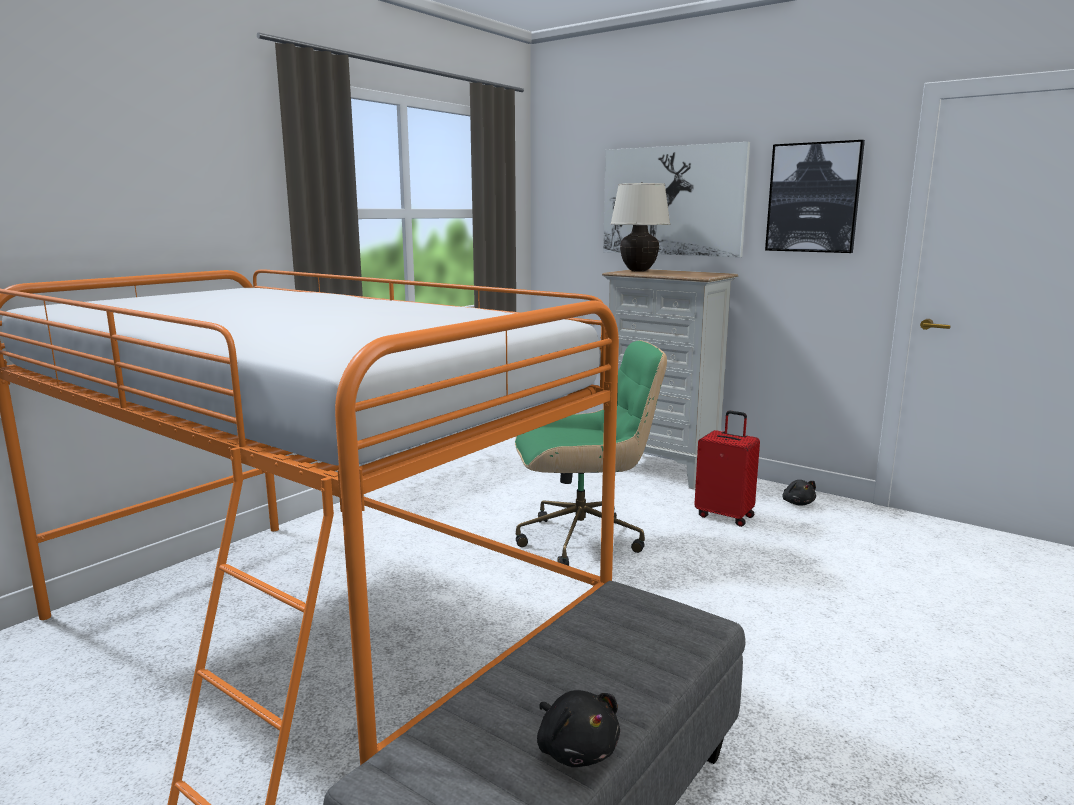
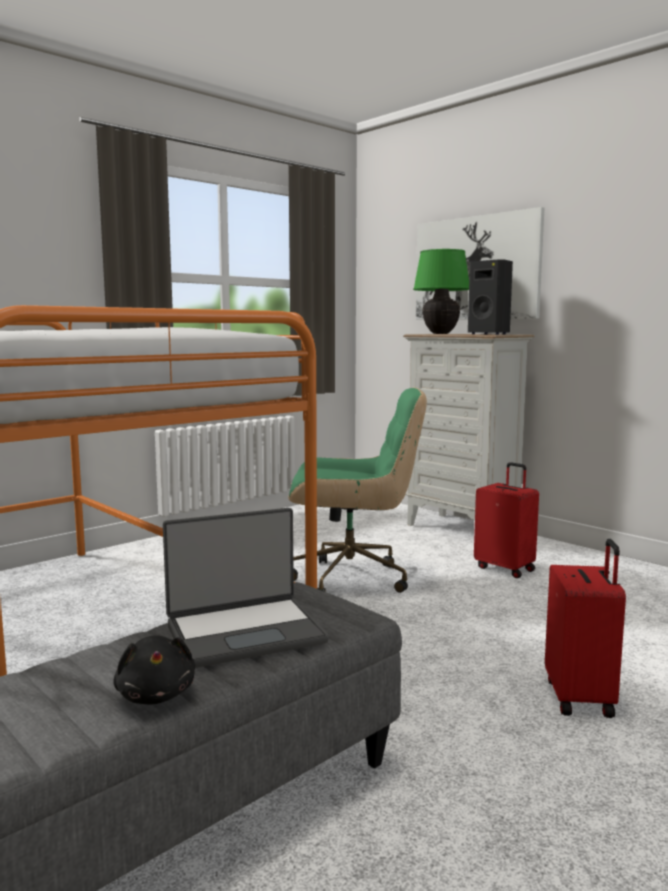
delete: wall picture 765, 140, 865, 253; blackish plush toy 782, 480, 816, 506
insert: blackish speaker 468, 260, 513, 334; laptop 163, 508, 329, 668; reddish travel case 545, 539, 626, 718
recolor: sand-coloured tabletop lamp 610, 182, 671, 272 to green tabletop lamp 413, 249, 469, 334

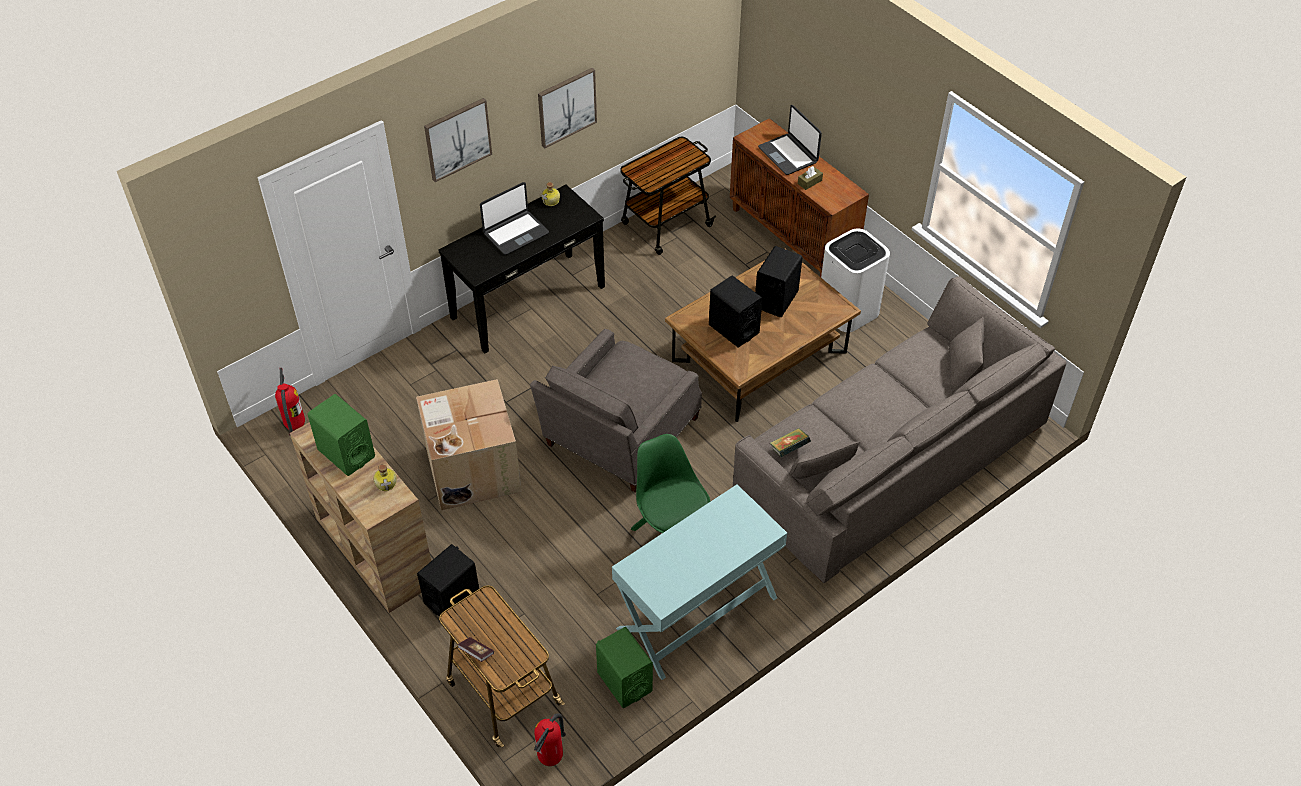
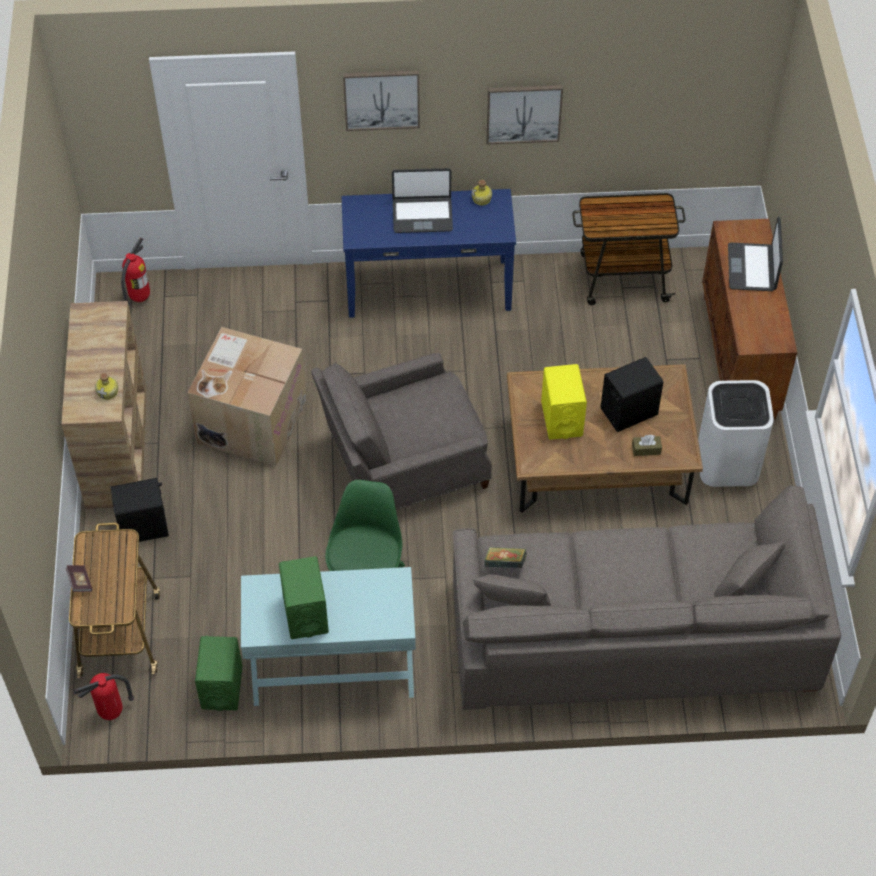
move: brownish tissue box 798, 166, 823, 190 to 632, 435, 662, 456; green speaker 307, 394, 375, 476 to 279, 556, 329, 639
recolor: blackish console table 438, 185, 605, 354 to blue console table 341, 189, 516, 318; blackish speaker 709, 275, 763, 348 to yellow speaker 541, 364, 587, 440

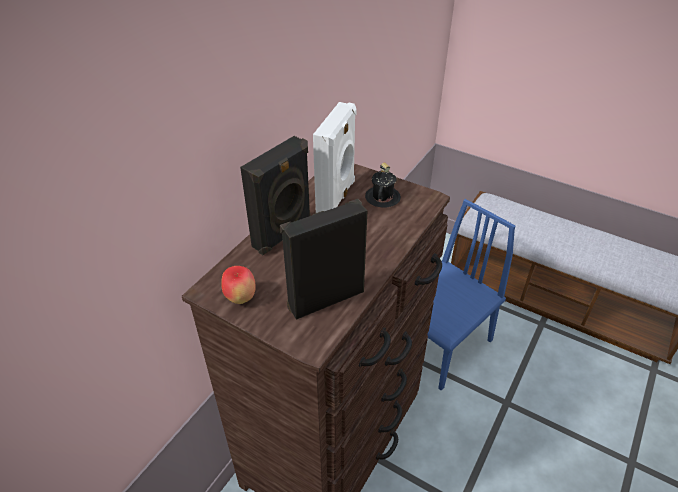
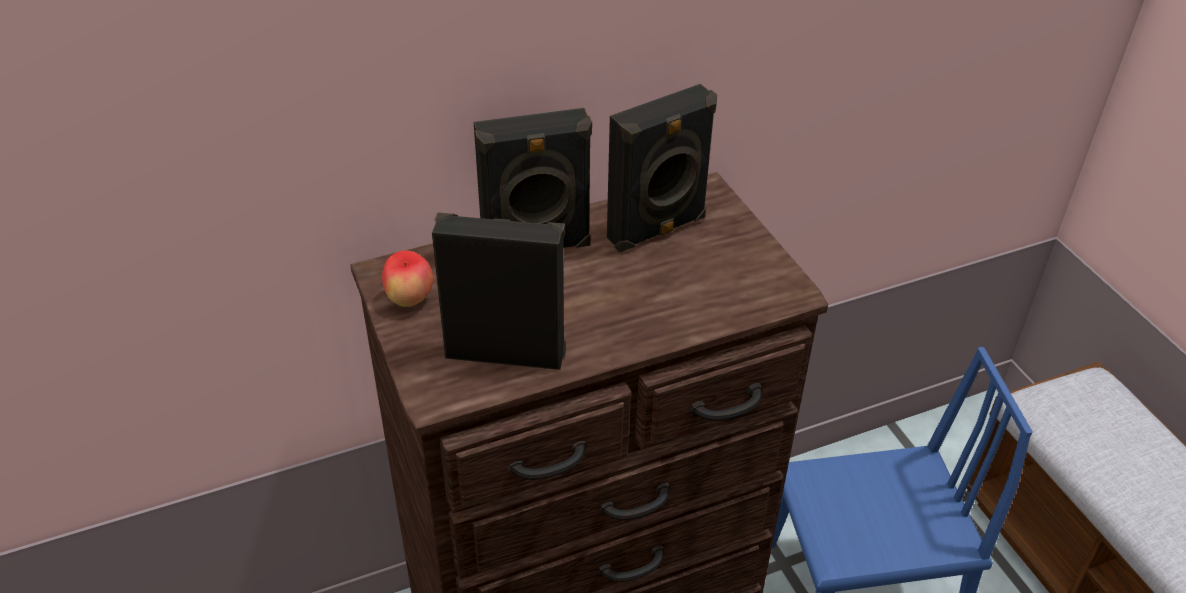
delete: blackish coffee mug 365, 162, 401, 208
recolor: white-coloured speaker 313, 102, 356, 213 to blackish speaker 607, 84, 718, 253

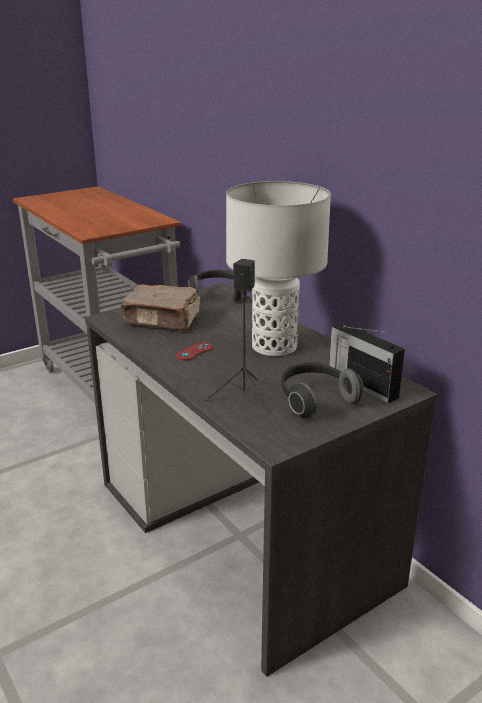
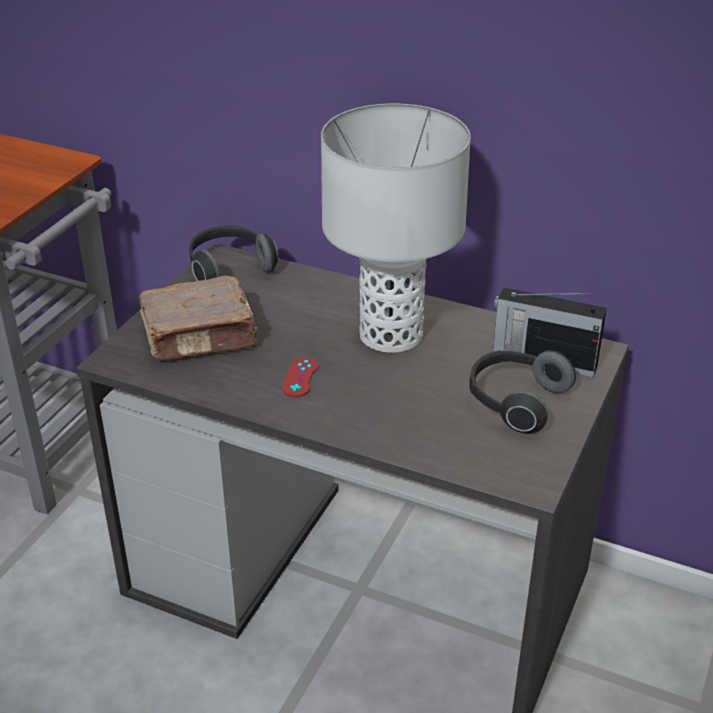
delete: blackish speaker 205, 259, 270, 414

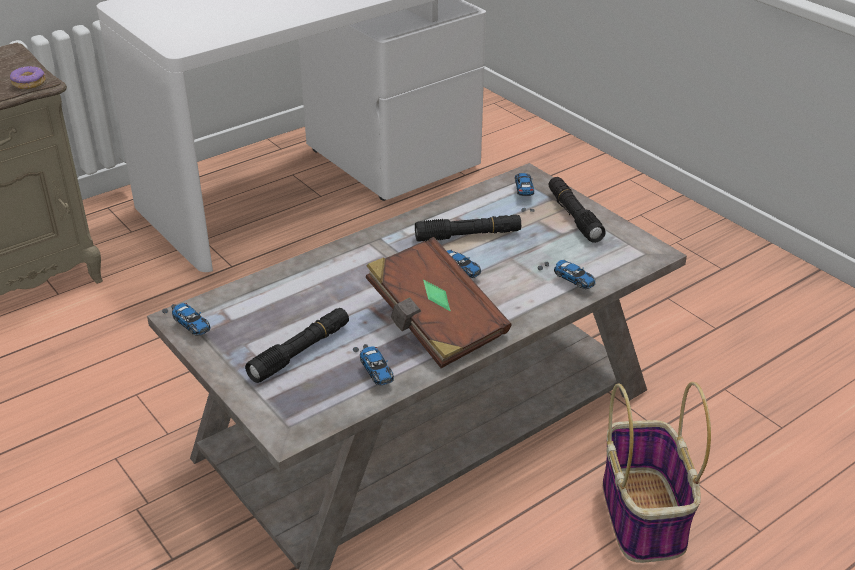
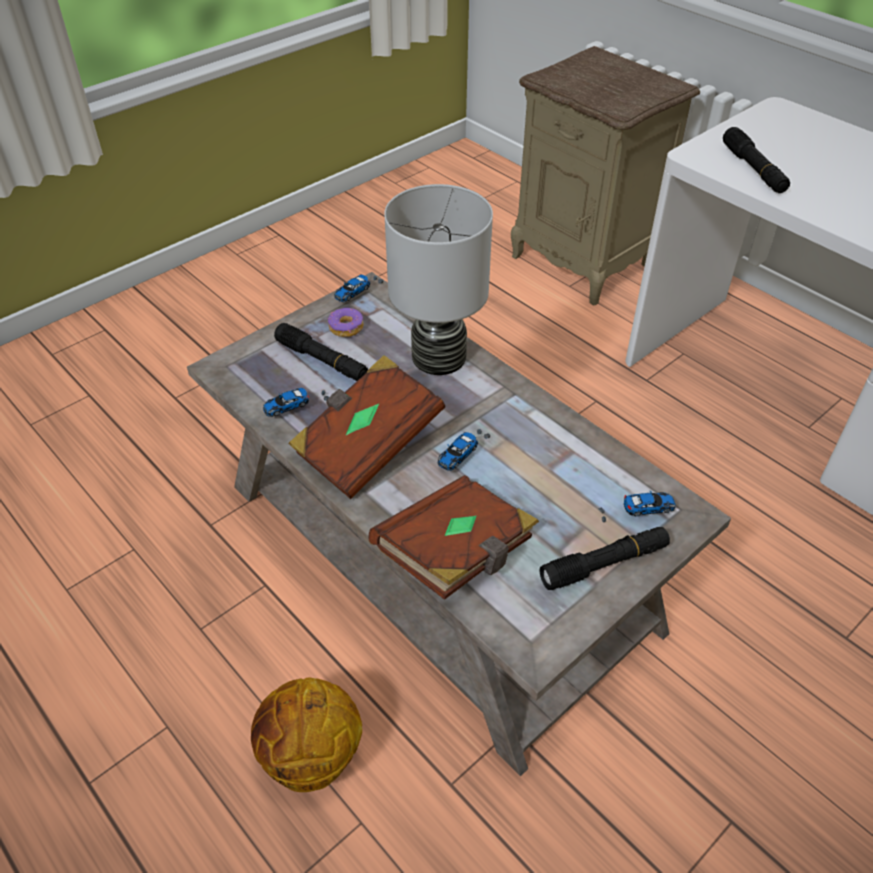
insert: greyish tabletop lamp 384, 184, 493, 375
move: donut 10, 66, 46, 89 to 328, 308, 363, 337; blackish torch 415, 215, 521, 242 to 723, 127, 790, 193
replace: model car 538, 260, 596, 289 to brownish volume 368, 475, 539, 600; basket 603, 382, 711, 563 to basketball ball 251, 677, 362, 792

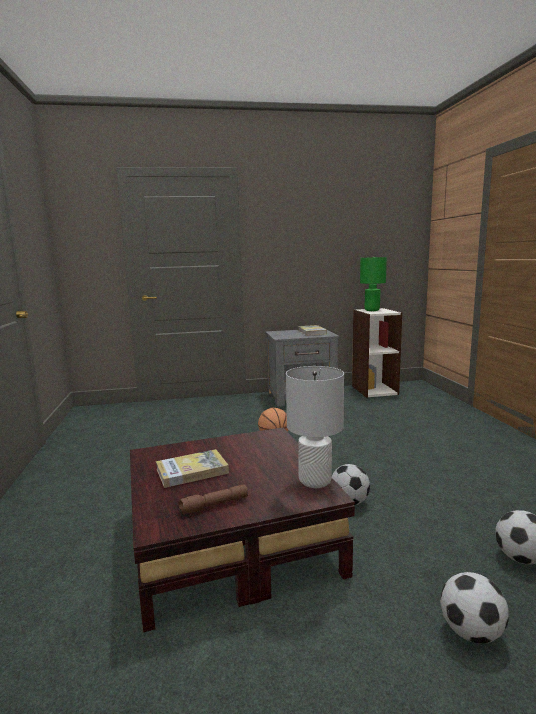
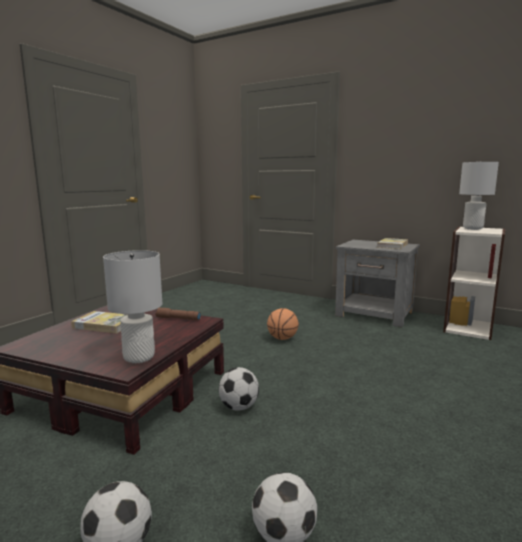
move: brownish torch 178, 485, 248, 514 to 155, 308, 201, 320
recolor: green tabletop lamp 360, 257, 387, 311 to greyish tabletop lamp 459, 161, 499, 230

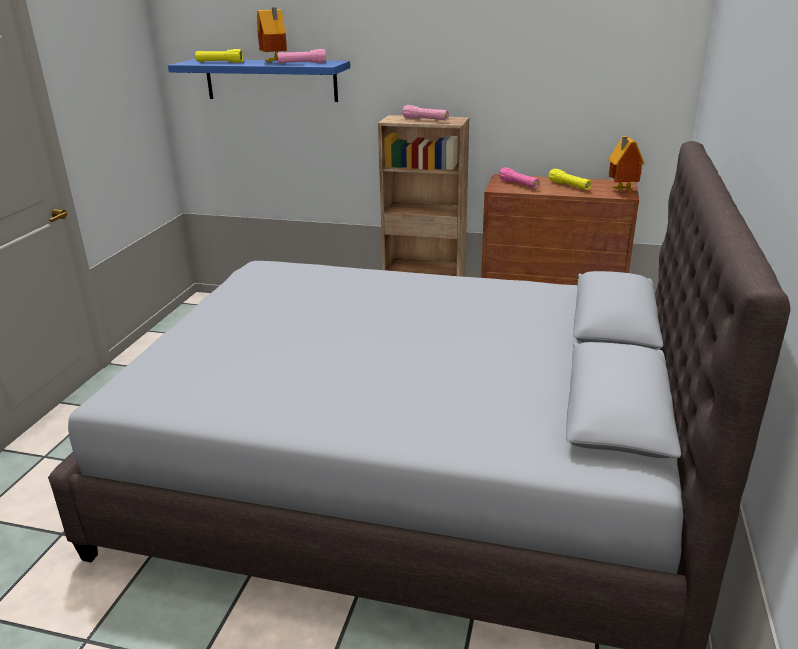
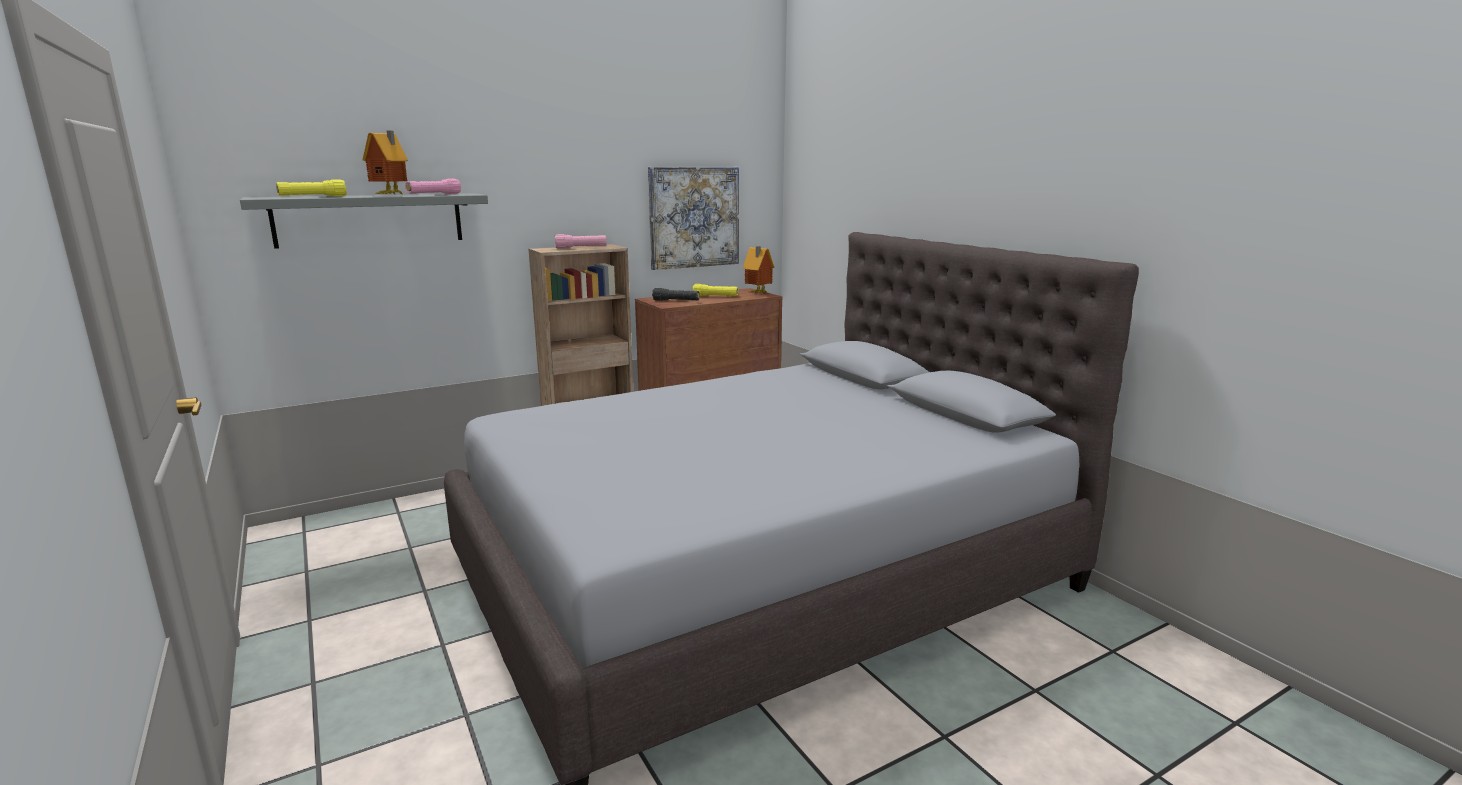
insert: wall picture 648, 167, 739, 270
recolor: blue wall shelf 168, 59, 350, 102 to greyish wall shelf 240, 193, 488, 249; pink-coloured torch 499, 168, 540, 188 to blackish torch 652, 288, 700, 301

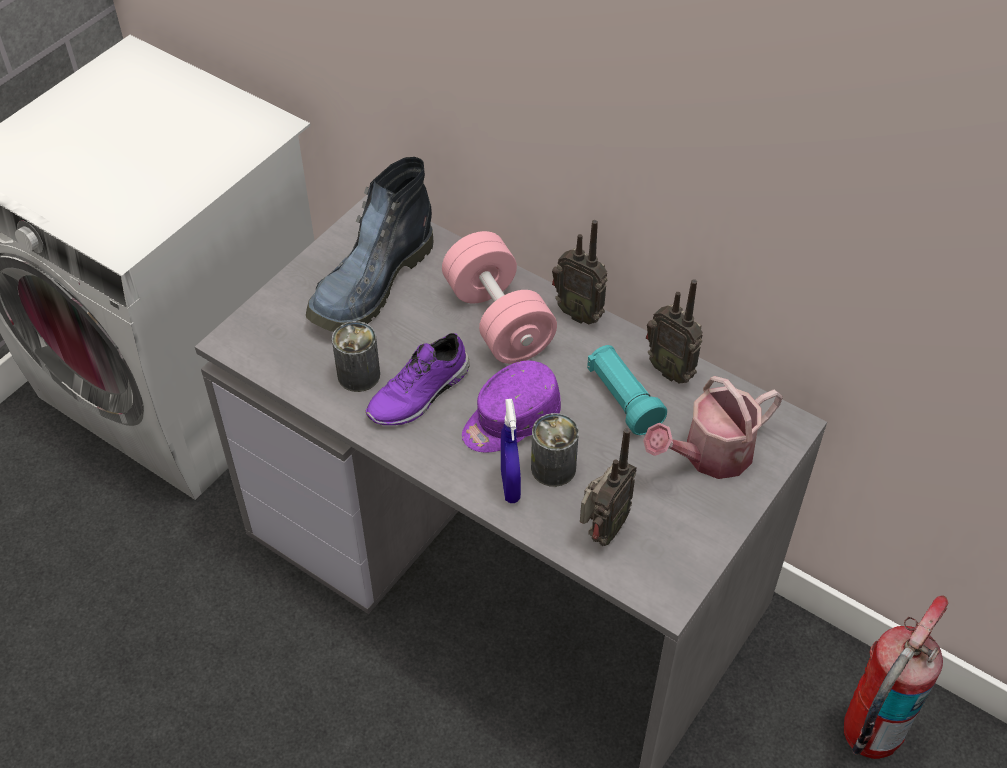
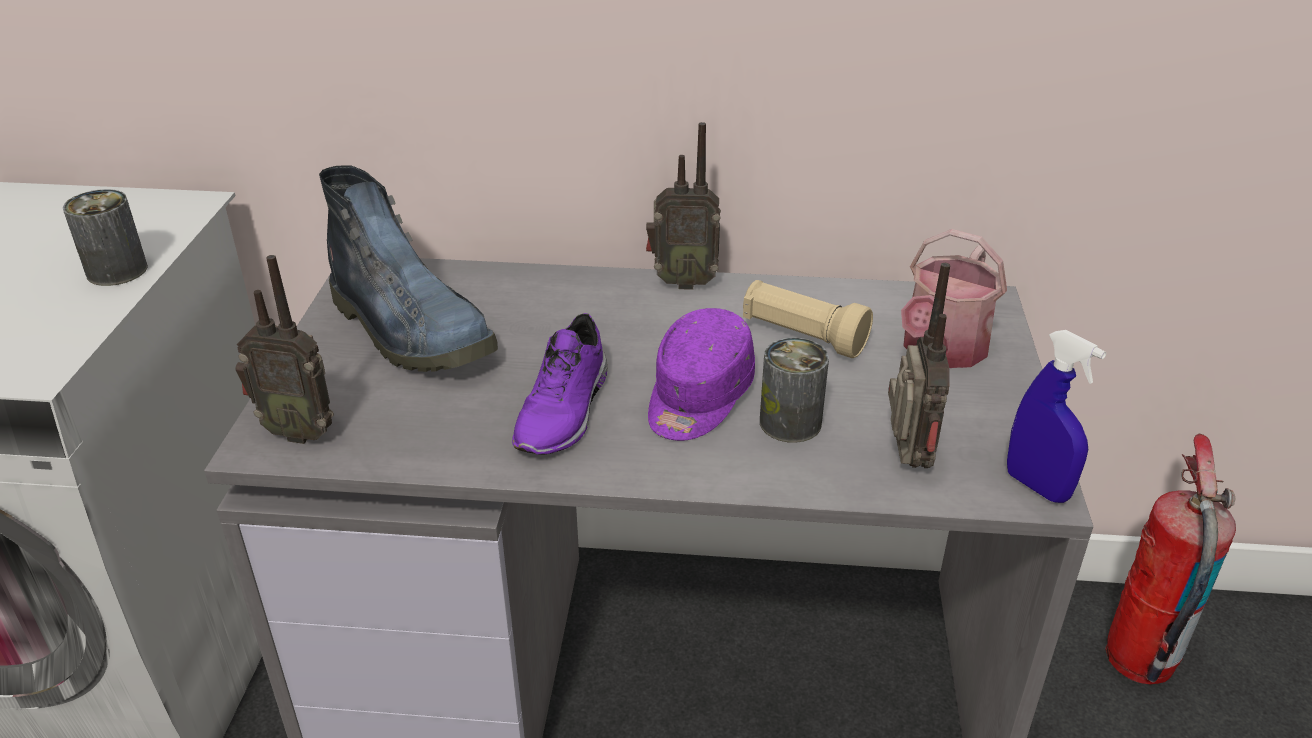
delete: pink-coloured dumbbell 442, 231, 557, 364
move: radio receiver 646, 279, 703, 383 to 235, 255, 334, 444; sealed can 332, 321, 380, 392 to 63, 189, 148, 286; blue spray bottle 501, 399, 521, 503 to 1007, 330, 1106, 503
recolor: blue-green torch 587, 345, 667, 435 to sand-coloured torch 743, 280, 873, 358
rotate: tall boot 306, 157, 434, 332 = 319, 165, 498, 372 45 degrees counterclockwise

